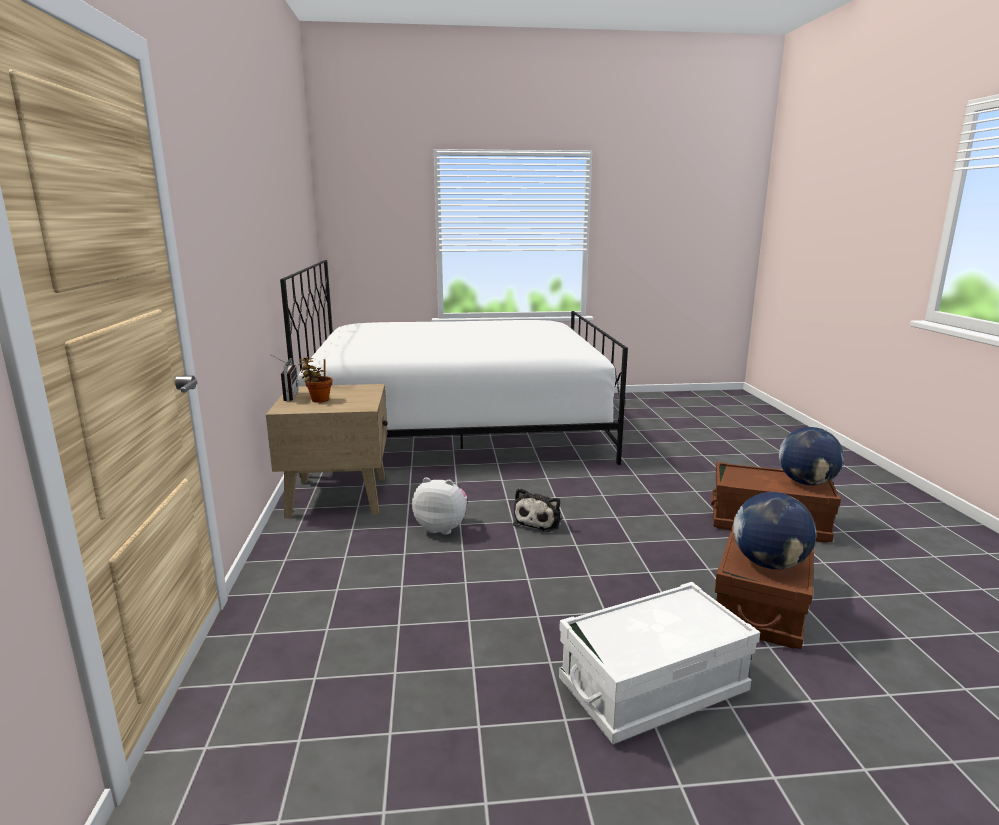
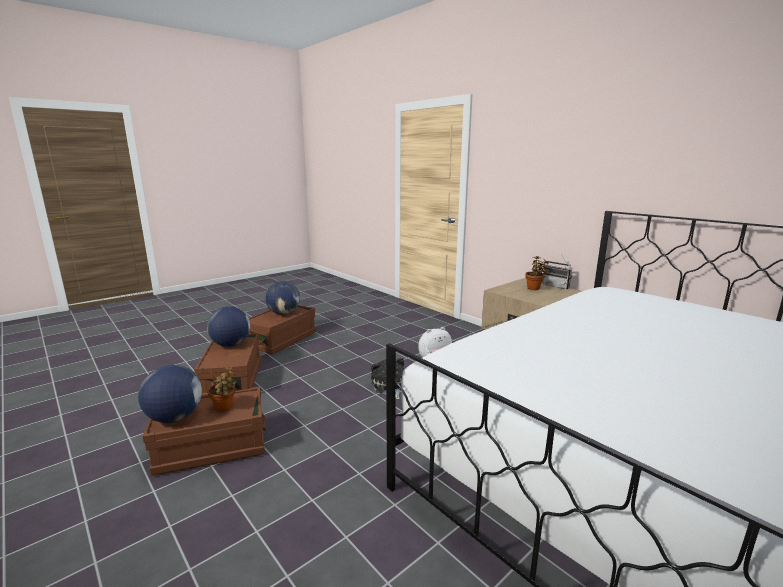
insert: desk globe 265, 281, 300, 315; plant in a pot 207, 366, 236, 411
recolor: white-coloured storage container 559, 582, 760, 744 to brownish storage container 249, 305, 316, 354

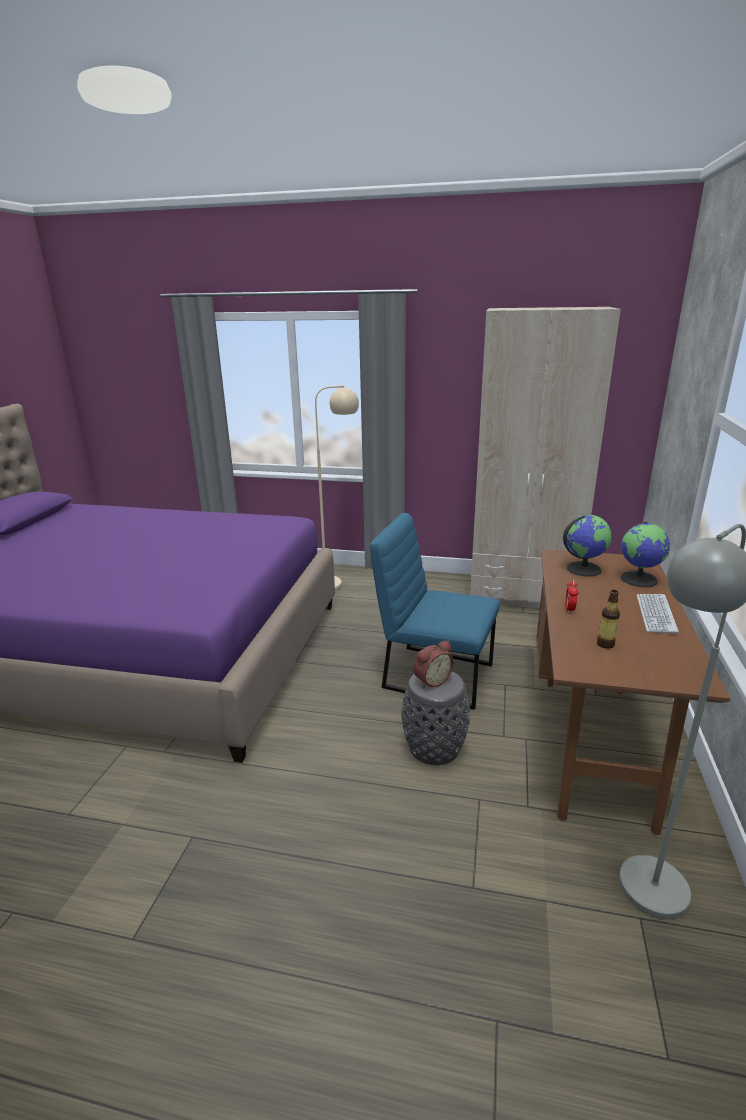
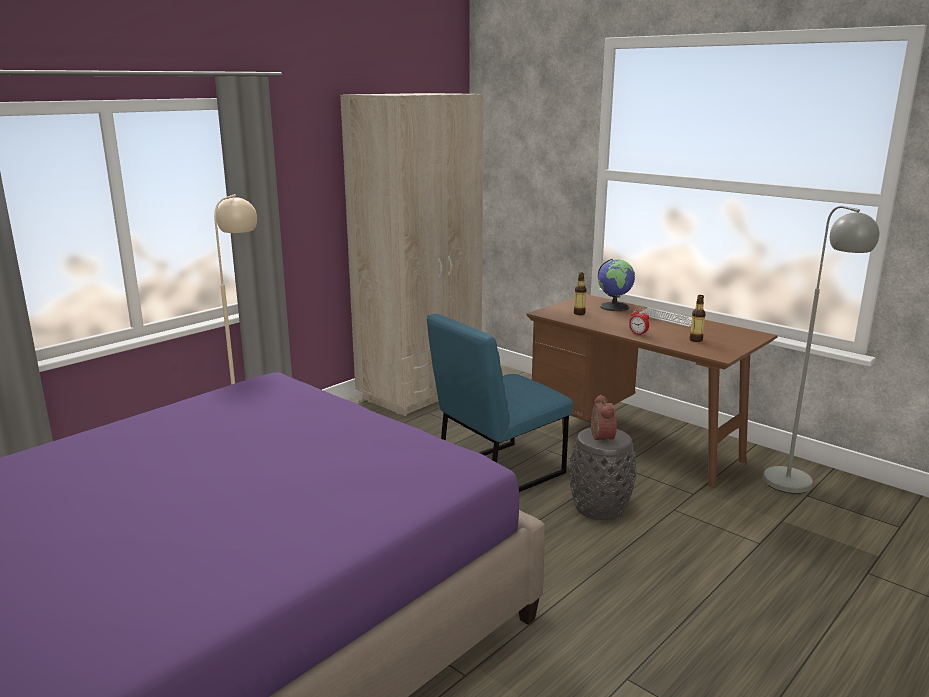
replace: desk globe 563, 515, 612, 577 to beverage bottle 574, 273, 586, 315

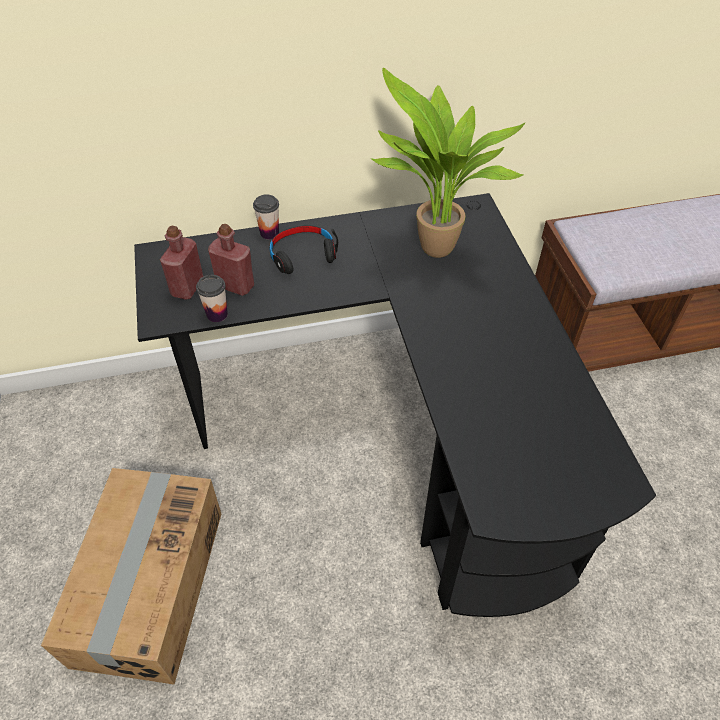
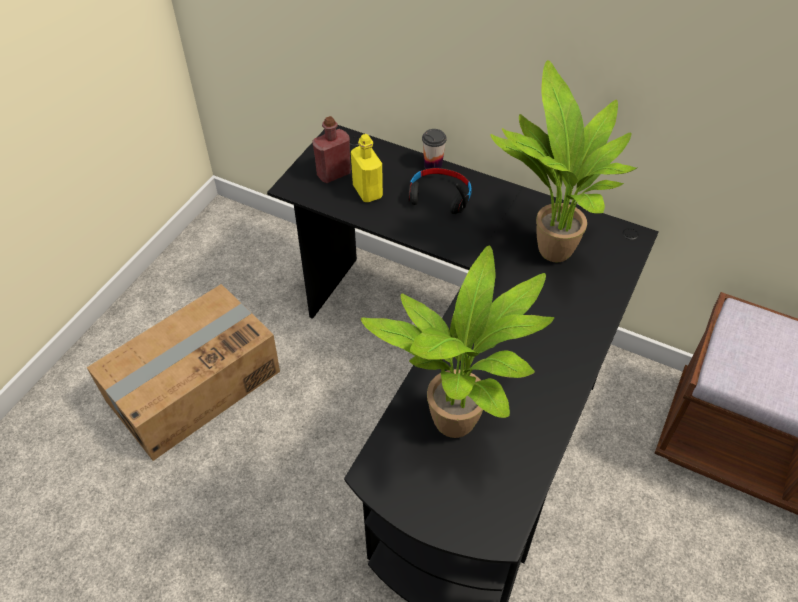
delete: small cup 196, 275, 228, 322
insert: plant in a pot 361, 246, 554, 438
recolor: reddish beverage bottle 208, 224, 254, 296 to yellow beverage bottle 351, 134, 383, 202

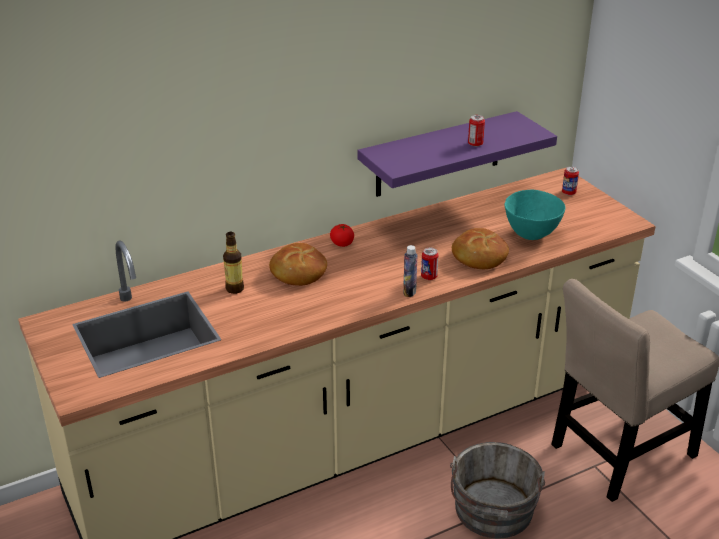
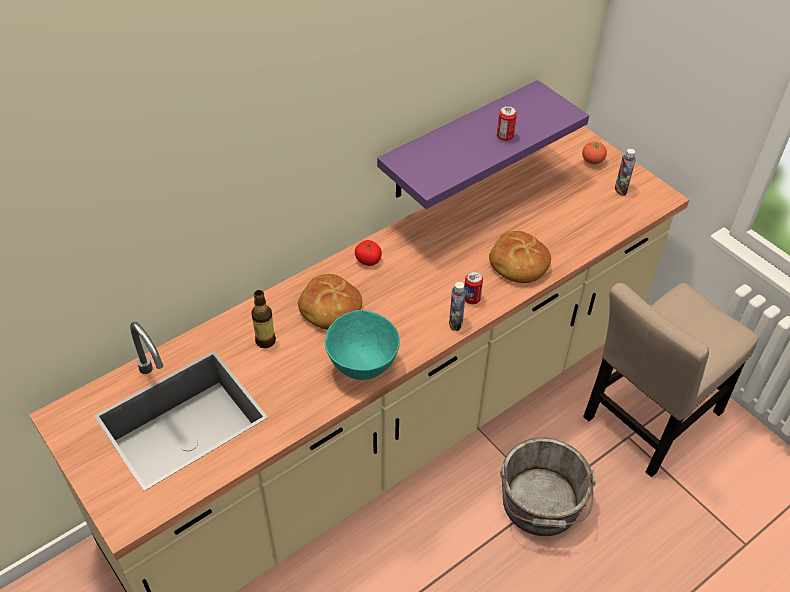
insert: beverage bottle 615, 149, 635, 196
move: blue-green deep dish 504, 190, 565, 240 to 325, 310, 400, 380
replace: sealed can 562, 166, 579, 195 to tomato 582, 141, 607, 164

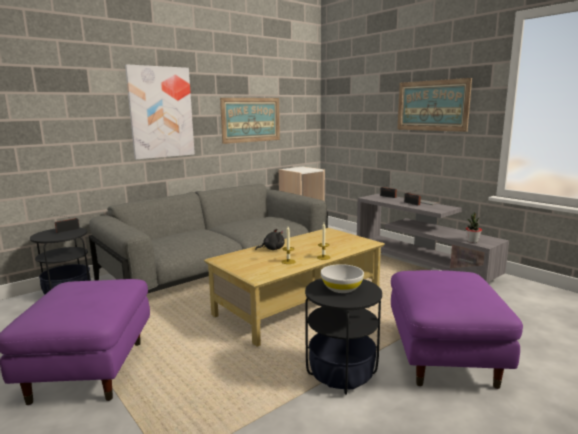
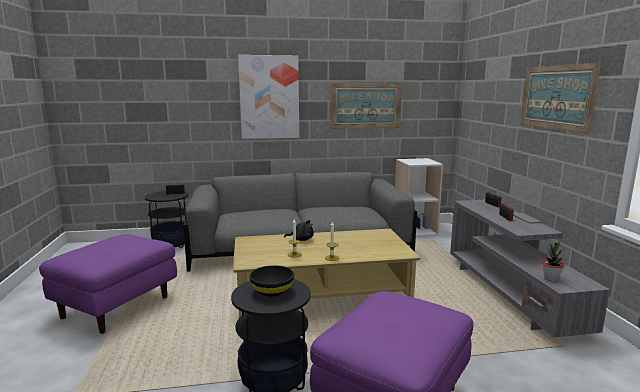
recolor: white-coloured deep dish 321, 264, 364, 293 to blackish deep dish 249, 265, 294, 297

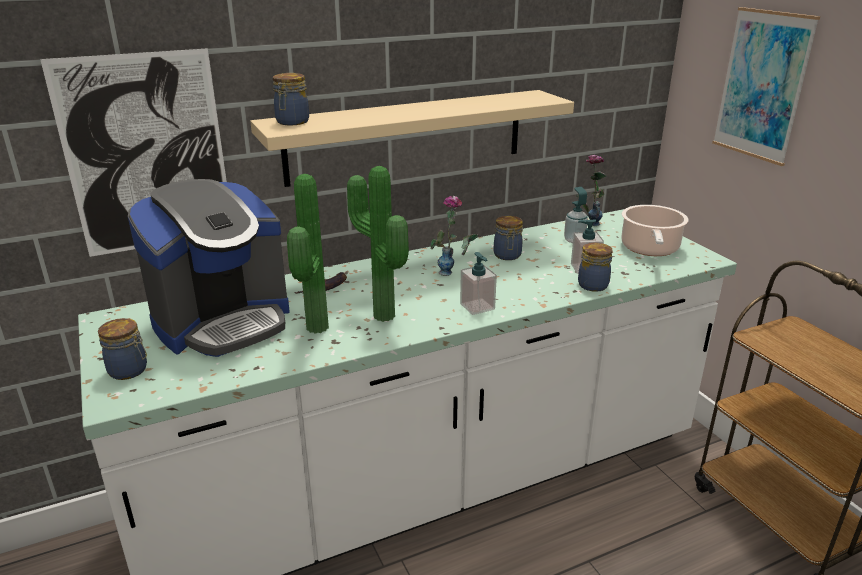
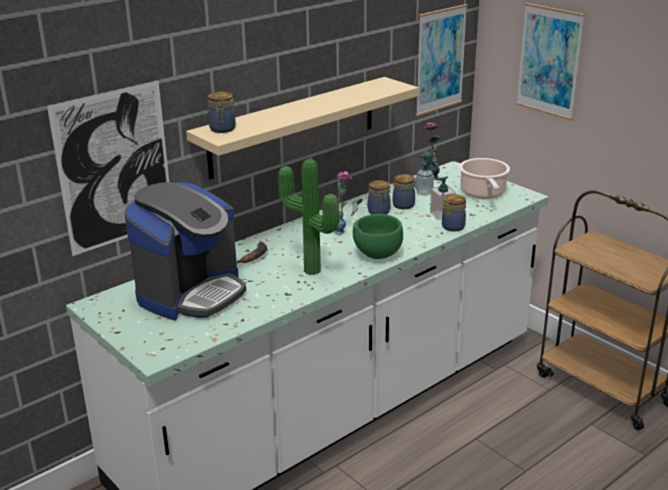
delete: plant in a pot 287, 174, 329, 334
insert: wall picture 416, 4, 468, 116
move: storage jar 98, 318, 147, 380 to 393, 174, 418, 209
replace: liquid soap bottle 460, 252, 497, 315 to green deep dish 353, 214, 403, 259

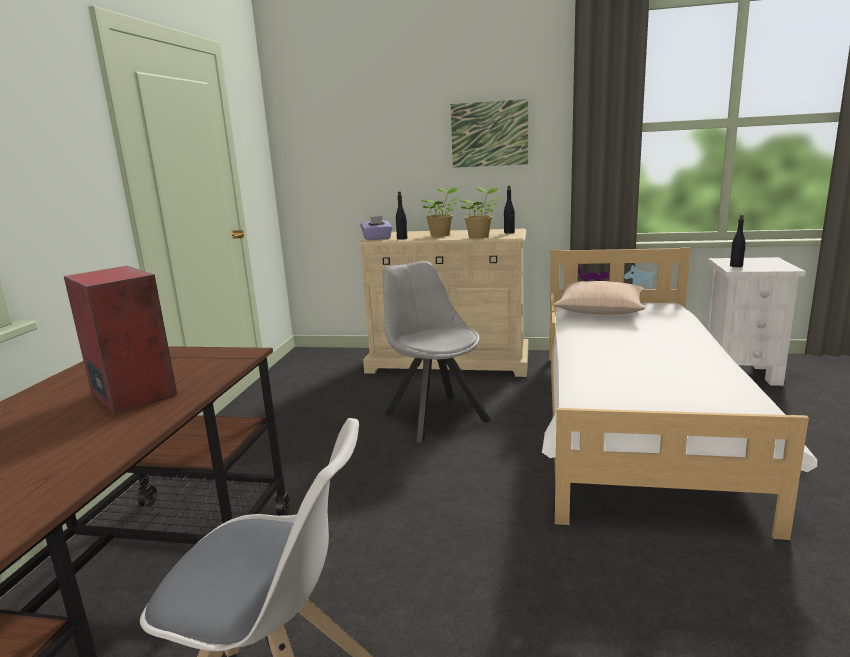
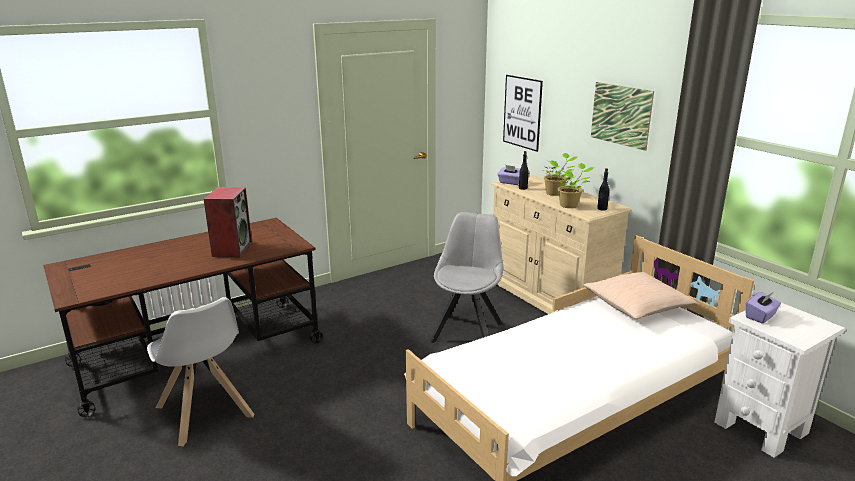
insert: wall picture 503, 75, 543, 152
replace: blackish beverage bottle 730, 215, 746, 267 to purplish tissue box 745, 292, 781, 324

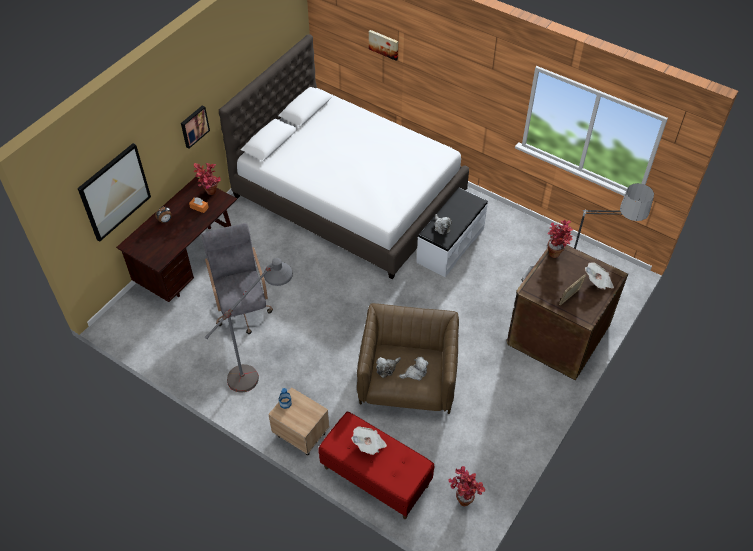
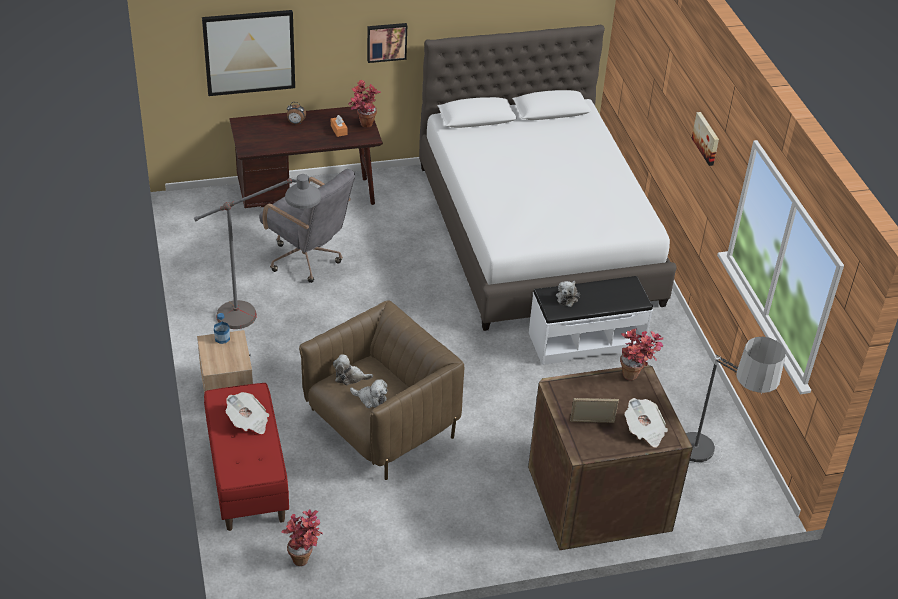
move: wall picture 369, 30, 398, 61 to 692, 112, 719, 166
rotate: greyish computer chair 202, 223, 273, 334 = 259, 169, 355, 283 105 degrees clockwise

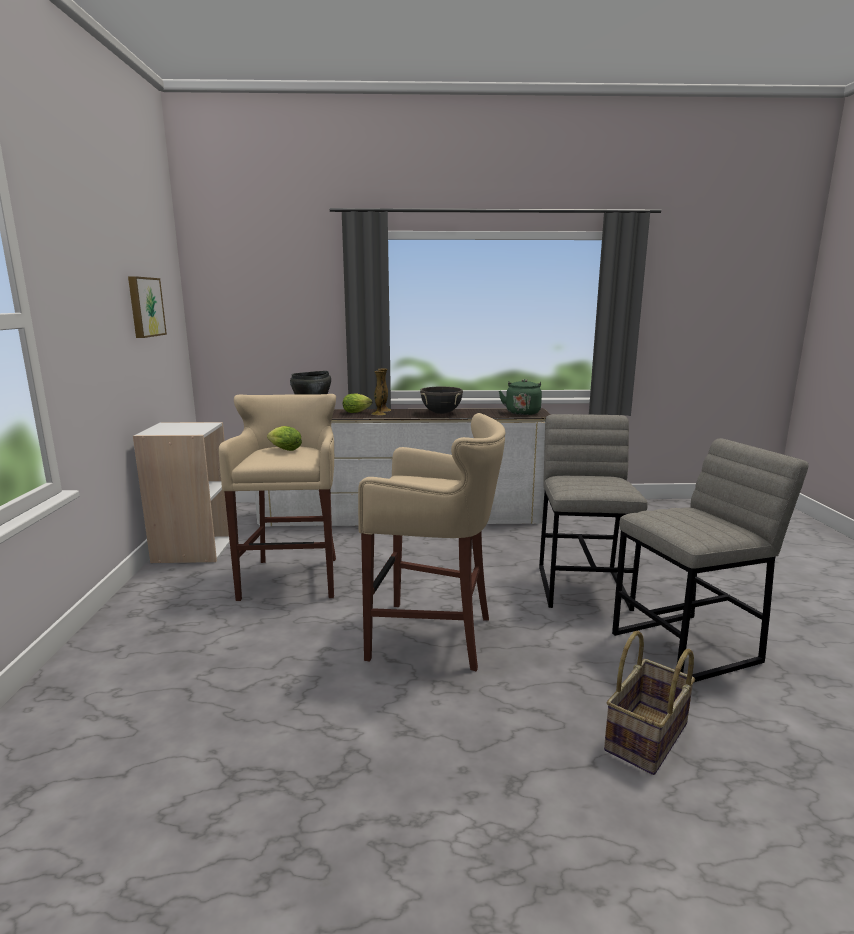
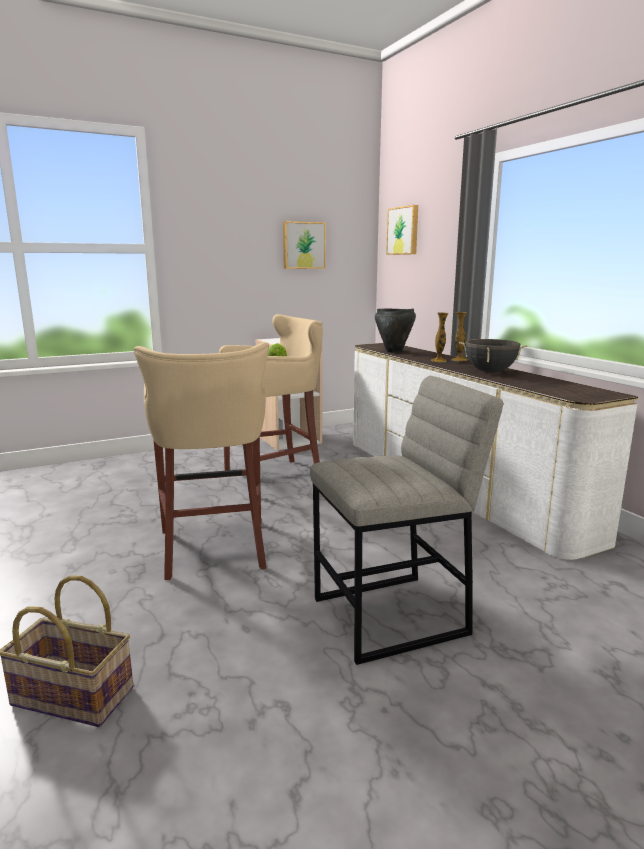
delete: green kettle 499, 379, 542, 415; lettuce 343, 393, 372, 413; greyish plain chair 612, 438, 808, 682
insert: wall picture 386, 205, 418, 255

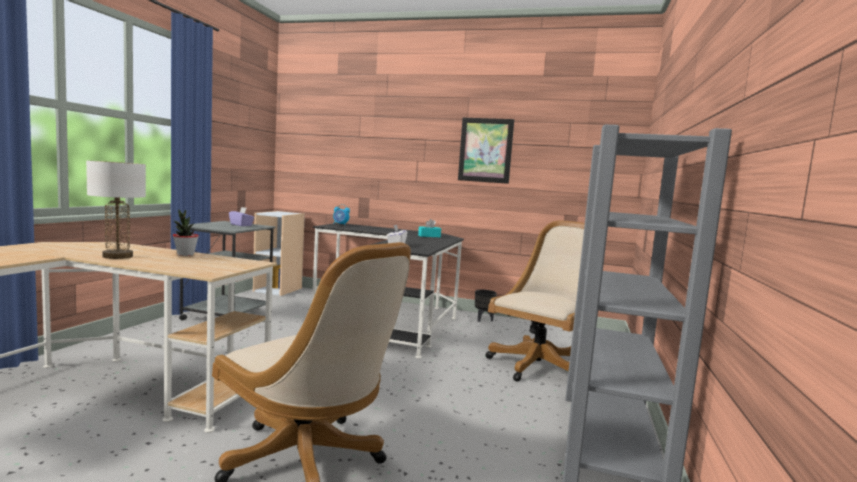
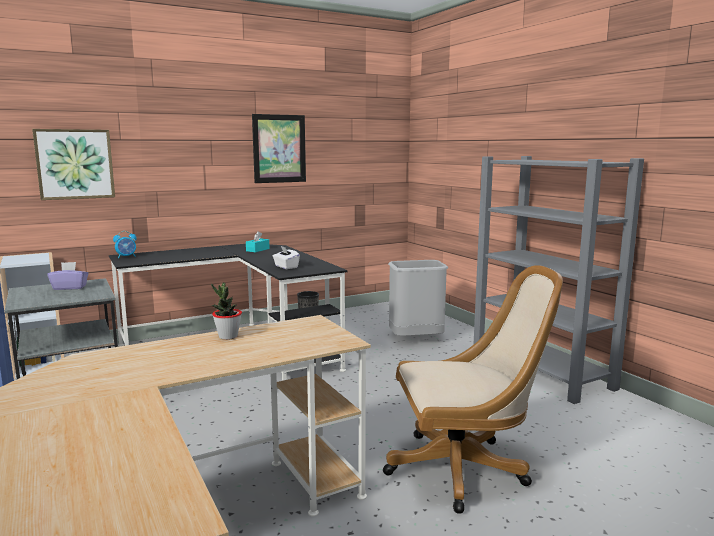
delete: tabletop lamp 86, 161, 146, 259
insert: wall picture 32, 129, 115, 200
replace: computer chair 486, 221, 585, 382 to greyish rubbish bin 388, 260, 448, 336

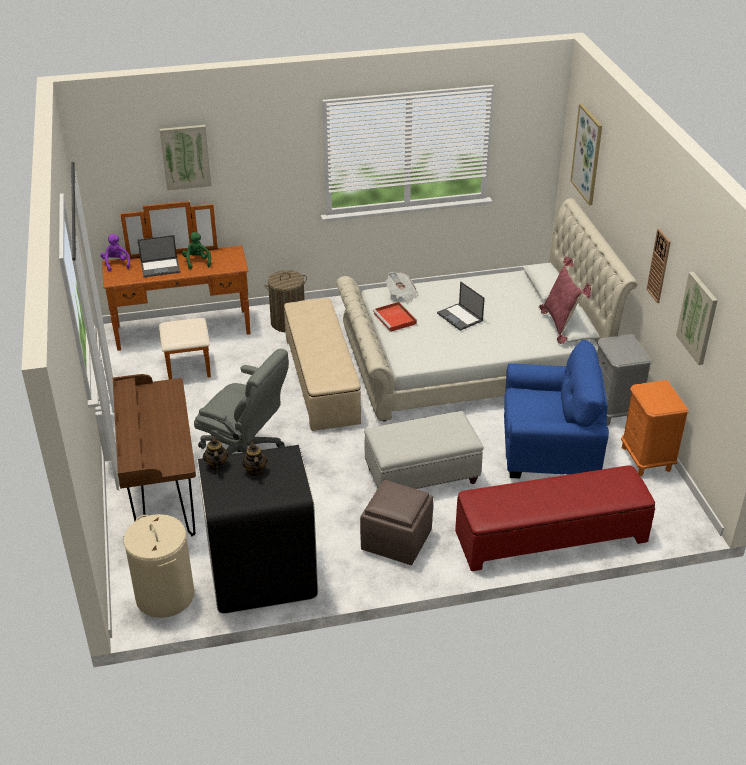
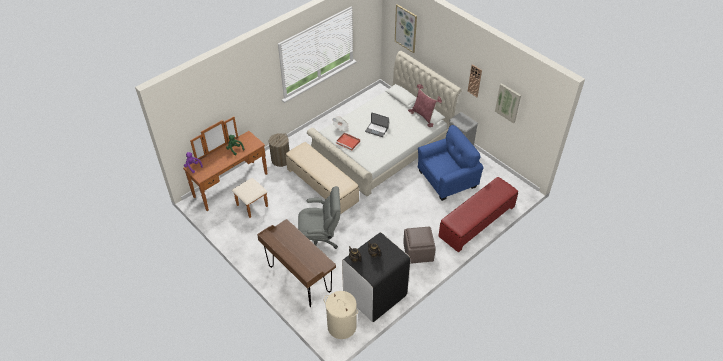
delete: wall picture 160, 125, 212, 191; laptop 138, 235, 180, 277; orangey bedside table 621, 380, 689, 476; white-coloured footrest 364, 411, 484, 489

